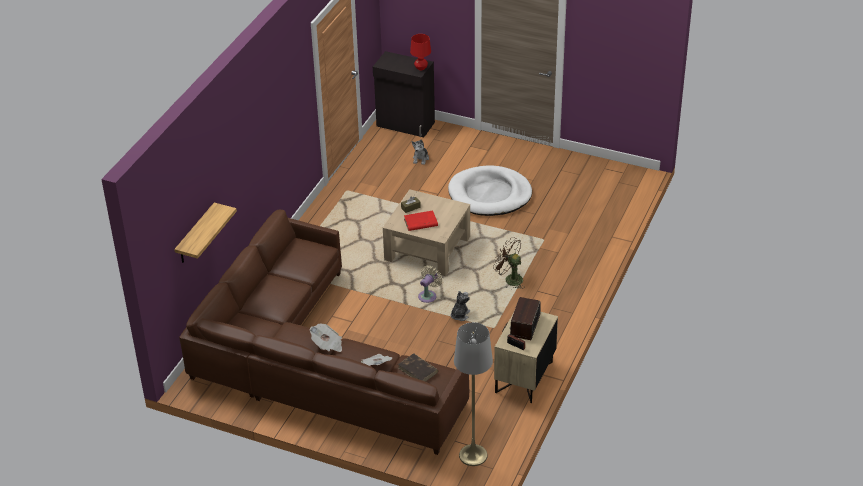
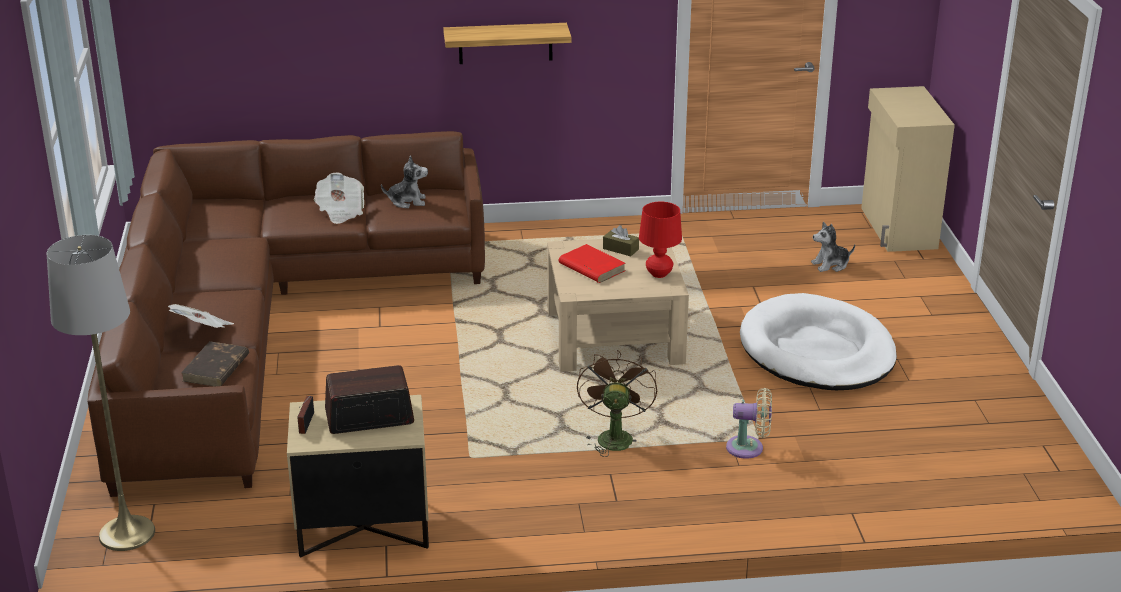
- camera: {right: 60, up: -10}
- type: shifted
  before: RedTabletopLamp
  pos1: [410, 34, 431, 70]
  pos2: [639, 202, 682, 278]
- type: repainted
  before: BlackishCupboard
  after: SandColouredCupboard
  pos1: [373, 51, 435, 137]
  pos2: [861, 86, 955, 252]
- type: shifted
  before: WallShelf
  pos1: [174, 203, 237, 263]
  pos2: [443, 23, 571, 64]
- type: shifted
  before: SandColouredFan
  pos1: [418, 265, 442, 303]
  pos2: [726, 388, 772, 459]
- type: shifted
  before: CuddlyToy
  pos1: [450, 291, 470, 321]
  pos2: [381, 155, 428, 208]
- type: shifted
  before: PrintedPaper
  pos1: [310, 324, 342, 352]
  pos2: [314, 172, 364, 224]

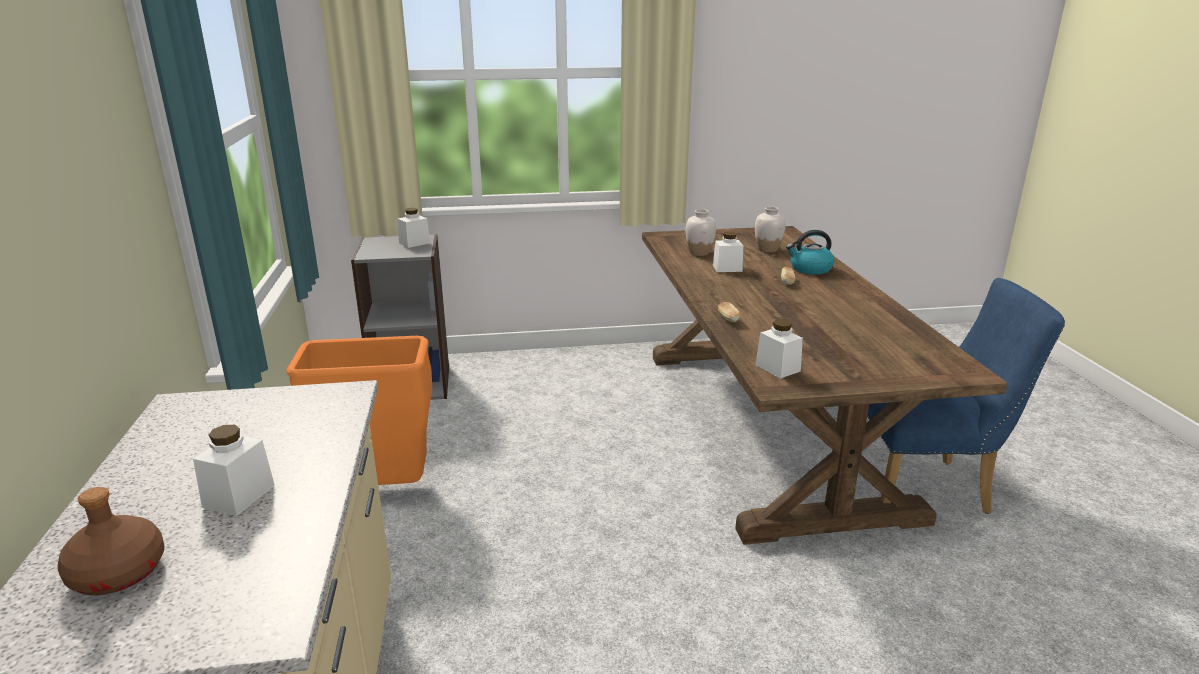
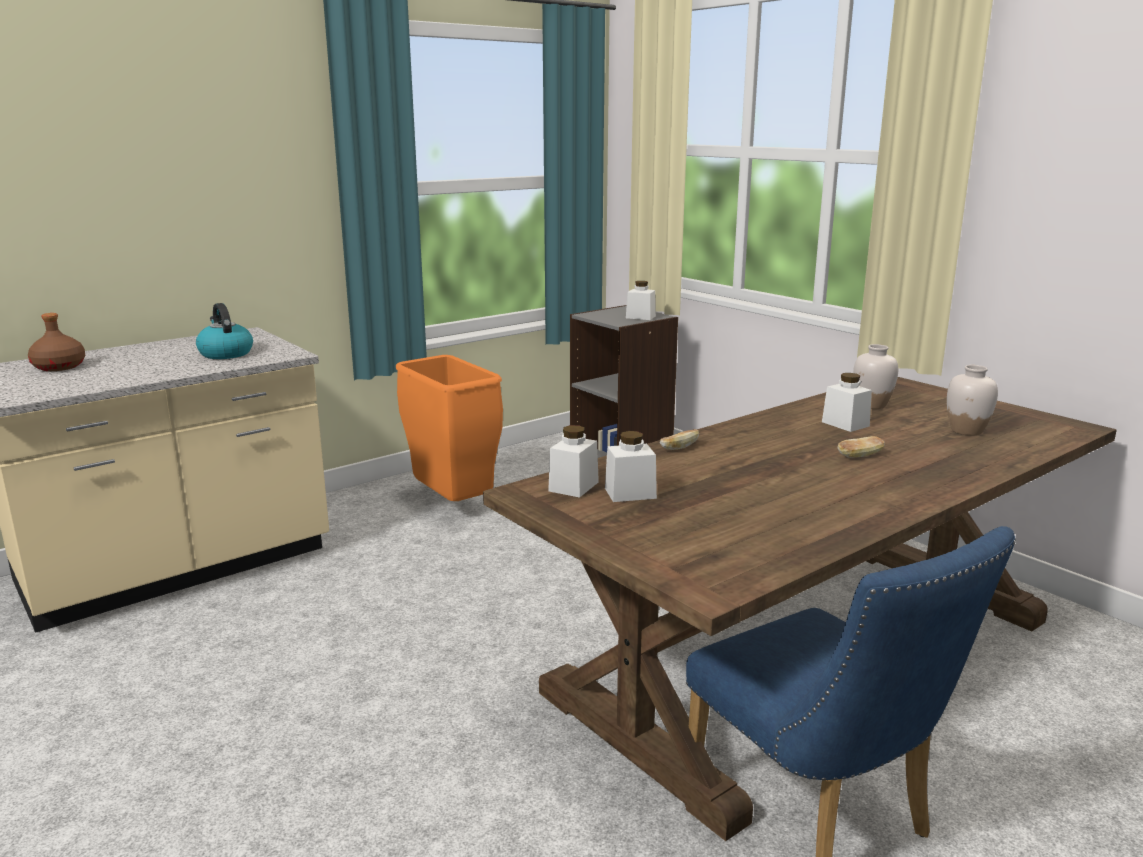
- camera: {right: 60, up: -5}
- type: shifted
  before: WaterKettle
  pos1: [786, 230, 834, 275]
  pos2: [196, 303, 253, 359]
- type: shifted
  before: WhiteColouredStorageJar
  pos1: [193, 425, 275, 516]
  pos2: [605, 431, 657, 502]

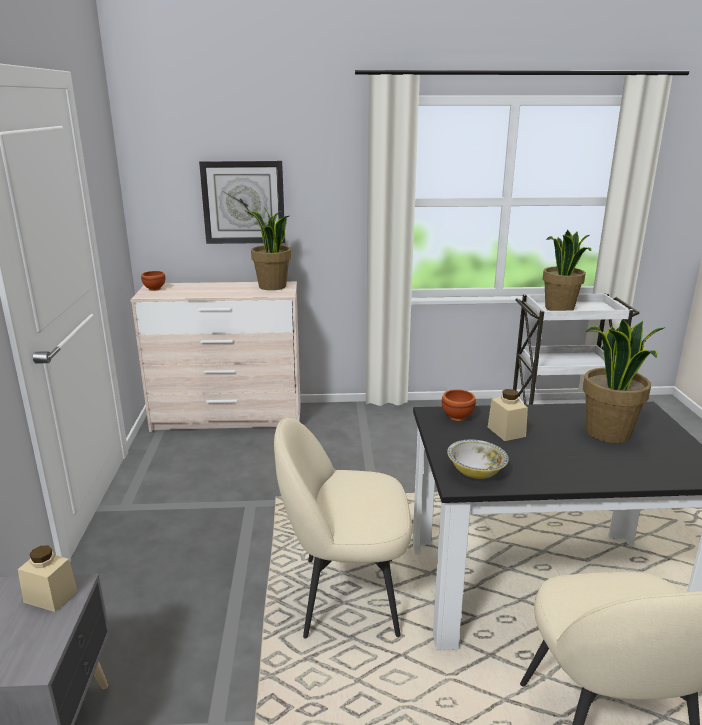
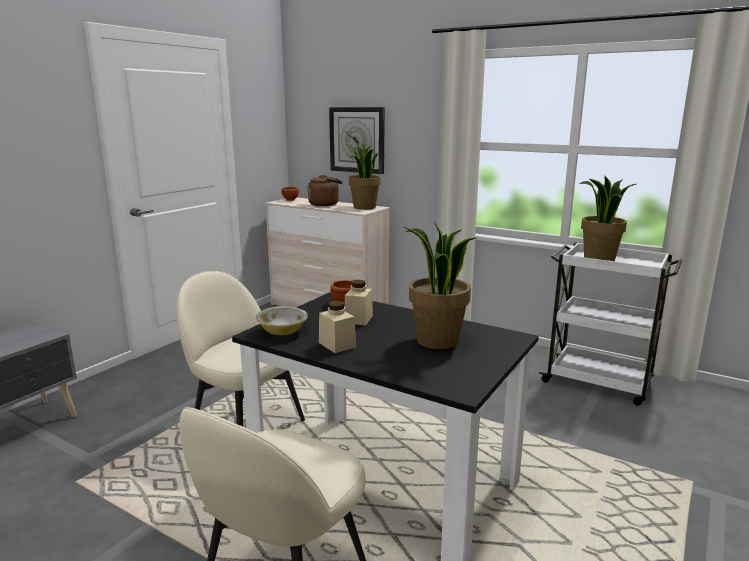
- camera: {right: 35, up: -5}
- type: shifted
  before: SandColouredStorageJar
  pos1: [18, 546, 78, 612]
  pos2: [319, 301, 356, 353]
- type: new
  after: BrownColouredWaterKettle
  pos2: [308, 175, 343, 206]

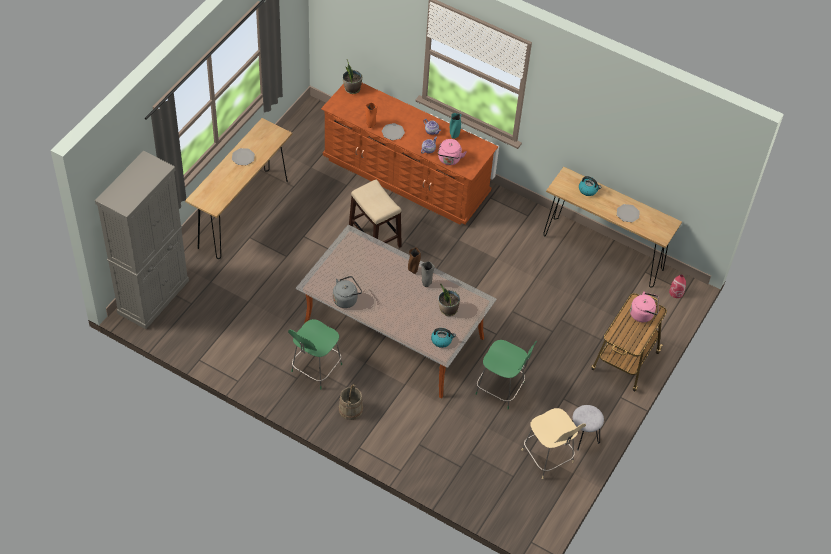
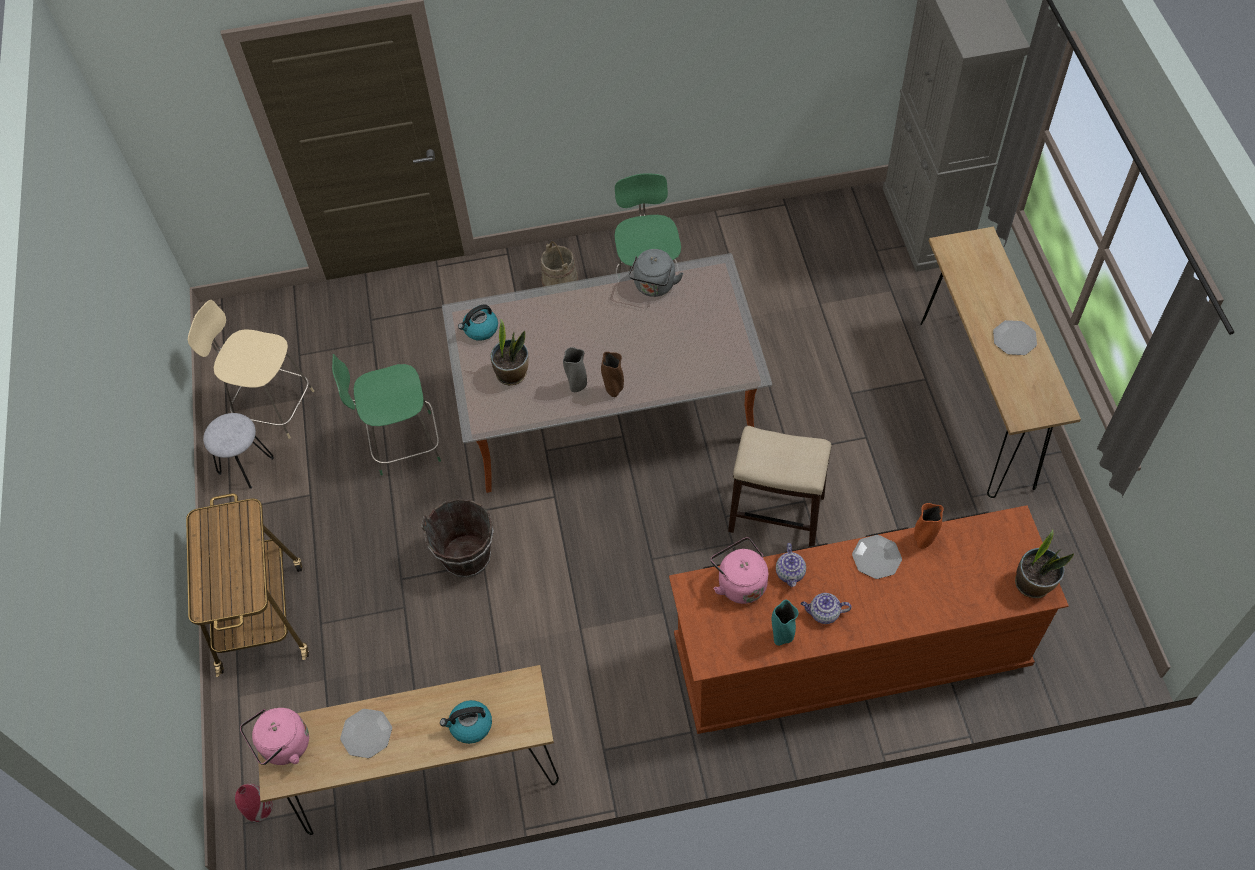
- camera: {right: 145, up: 5}
- type: shifted
  before: PinkishWaterKettle
  pos1: [630, 291, 659, 322]
  pos2: [240, 708, 309, 765]
- type: new
  after: BrownColouredWaterBucket
  pos2: [421, 499, 494, 578]

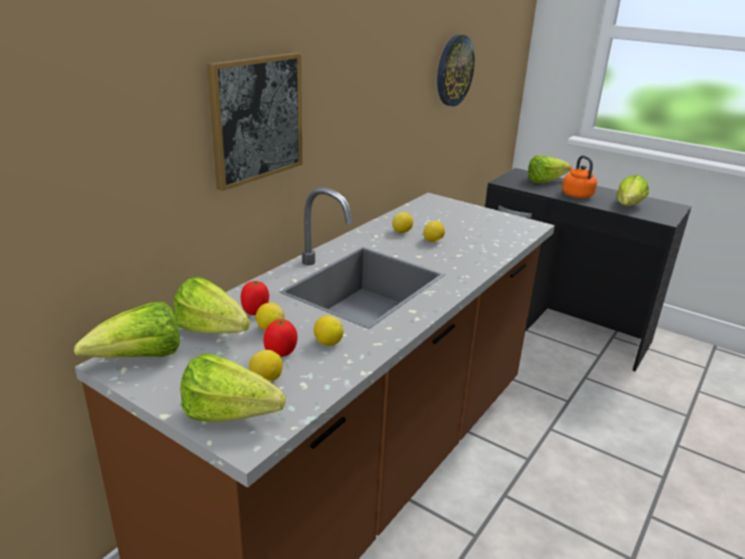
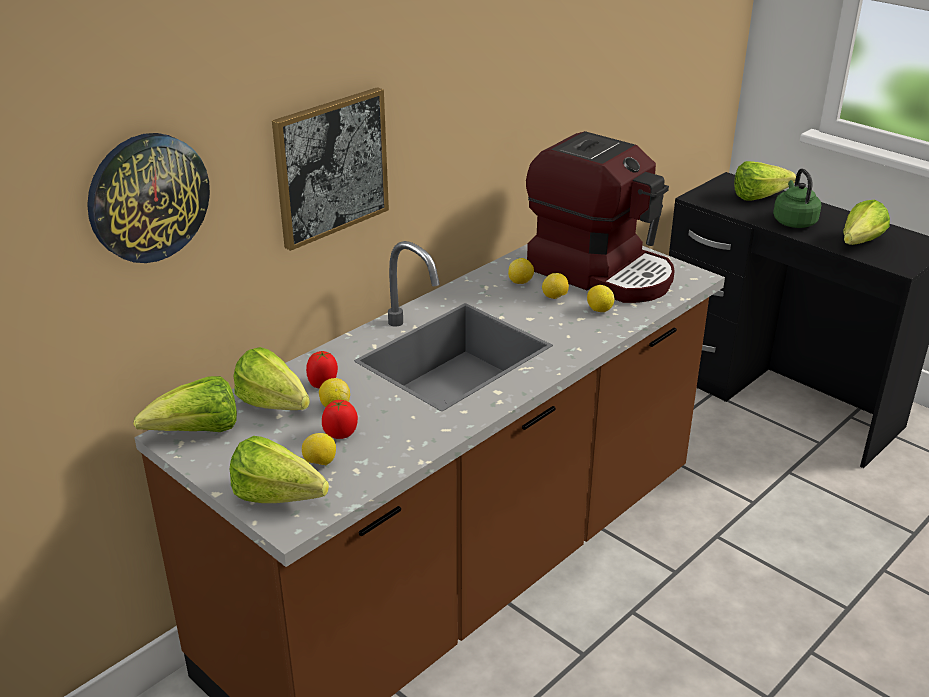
- camera: {right: 10, up: 5}
- type: shifted
  before: WallClock
  pos1: [437, 35, 475, 106]
  pos2: [87, 133, 210, 263]
- type: repainted
  before: OrangeyWaterKettle
  after: GreenishWaterKettle
  pos1: [562, 155, 597, 198]
  pos2: [773, 169, 821, 228]
- type: shifted
  before: WholeLemon
  pos1: [314, 315, 344, 345]
  pos2: [587, 285, 614, 312]
- type: new
  after: CoffeeMachine
  pos2: [526, 131, 675, 303]

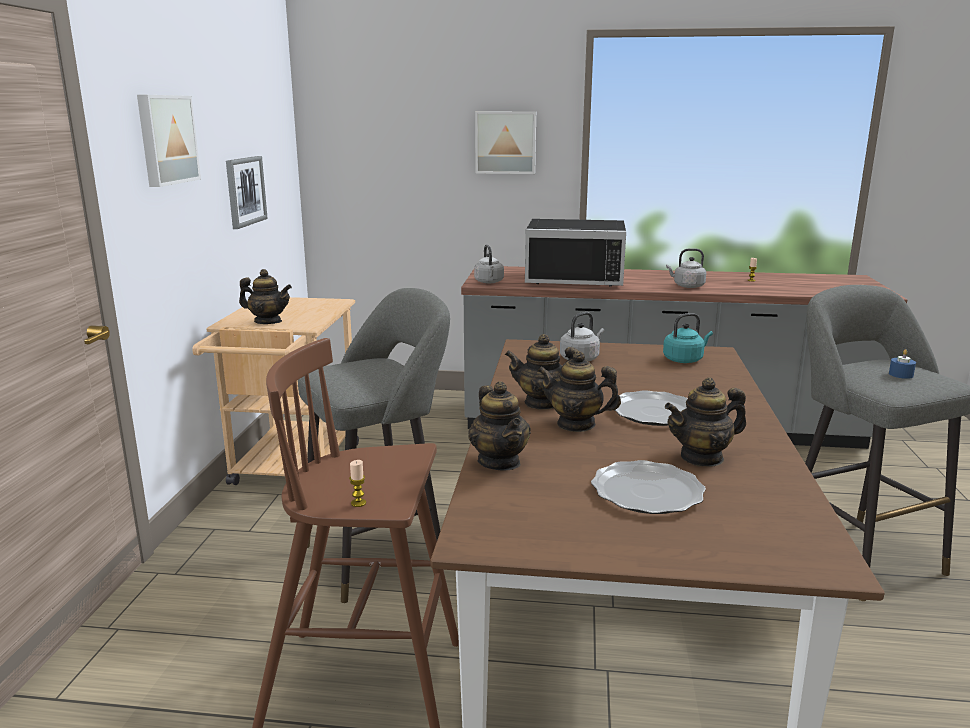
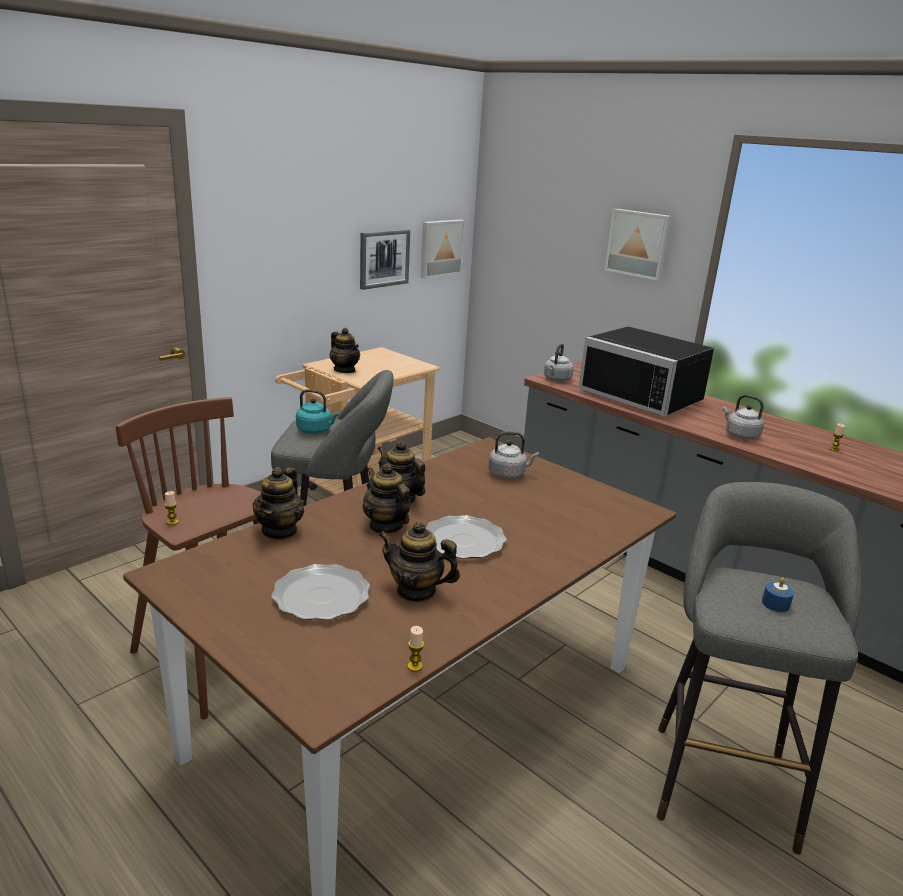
- camera: {right: 35, up: 5}
- type: shifted
  before: Picture
  pos1: [137, 95, 201, 187]
  pos2: [421, 219, 465, 279]
- type: shifted
  before: BlueGreenWaterKettle
  pos1: [663, 313, 713, 363]
  pos2: [296, 389, 339, 434]
- type: new
  after: WaxLight
  pos2: [408, 626, 424, 672]

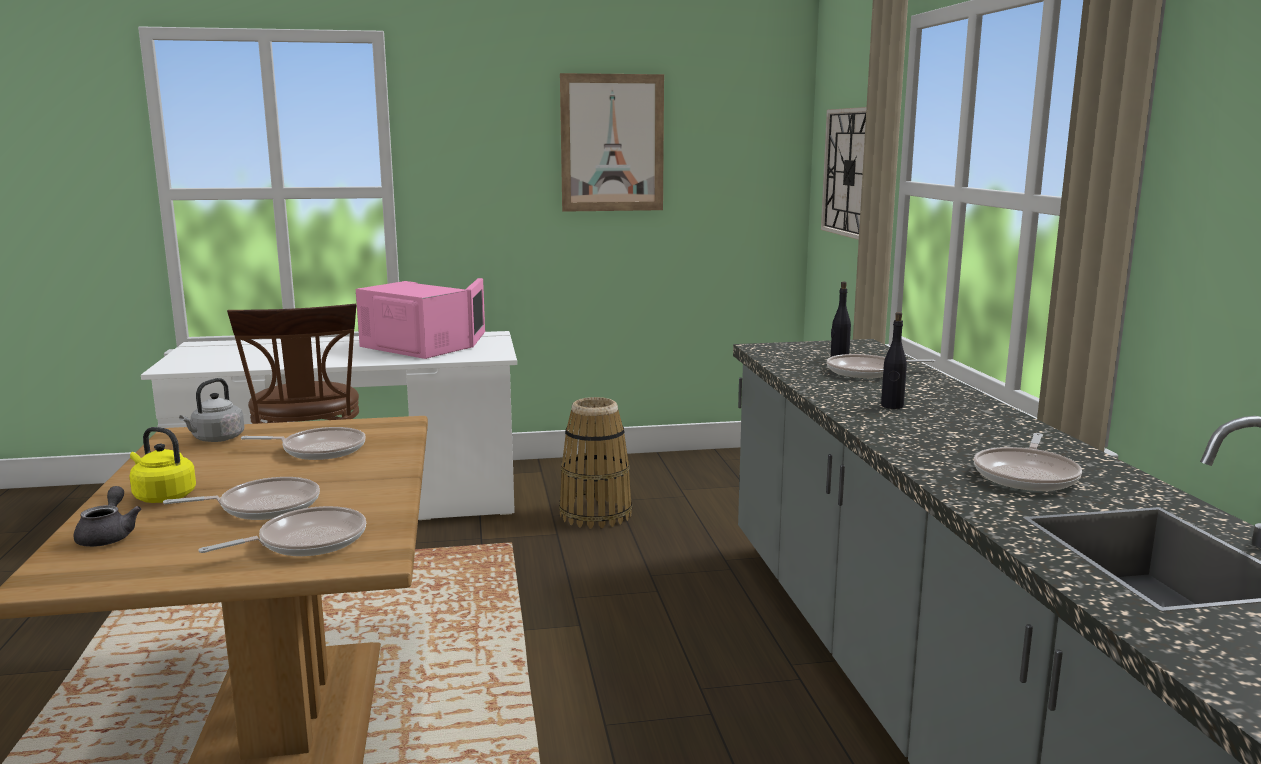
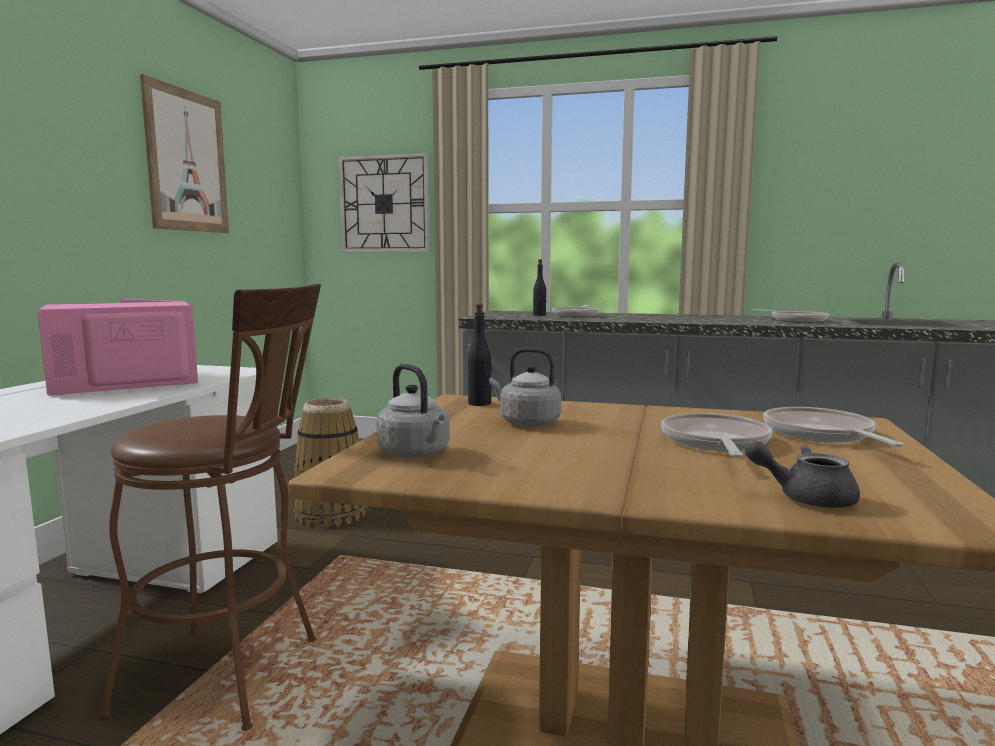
- camera: {right: -65, up: -5}
- type: shifted
  before: BlackishDrinkBottle
  pos1: [881, 312, 907, 409]
  pos2: [468, 304, 492, 406]
- type: gone
  before: YellowWaterKettle
  pos1: [129, 427, 196, 503]
- type: swapped
  before: Pan
  after: GreyWaterKettle
  pos1: [241, 427, 366, 460]
  pos2: [489, 348, 561, 427]

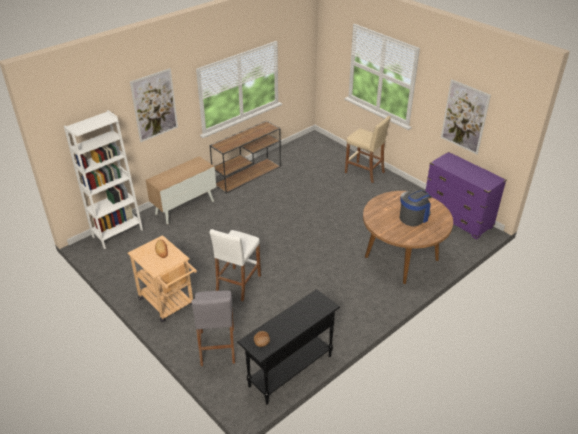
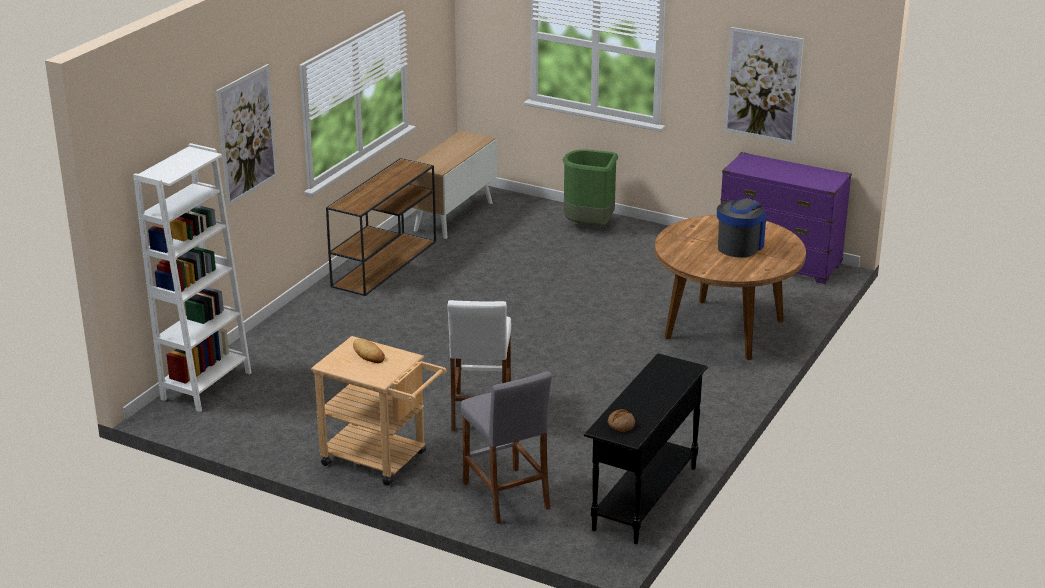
- camera: {right: -20, up: -10}
- type: swapped
  before: SandColouredStoolSeat
  after: GreenishRubbishBin
  pos1: [345, 116, 391, 183]
  pos2: [563, 149, 618, 226]
- type: shifted
  before: Cupboard
  pos1: [146, 156, 216, 224]
  pos2: [410, 131, 497, 239]

